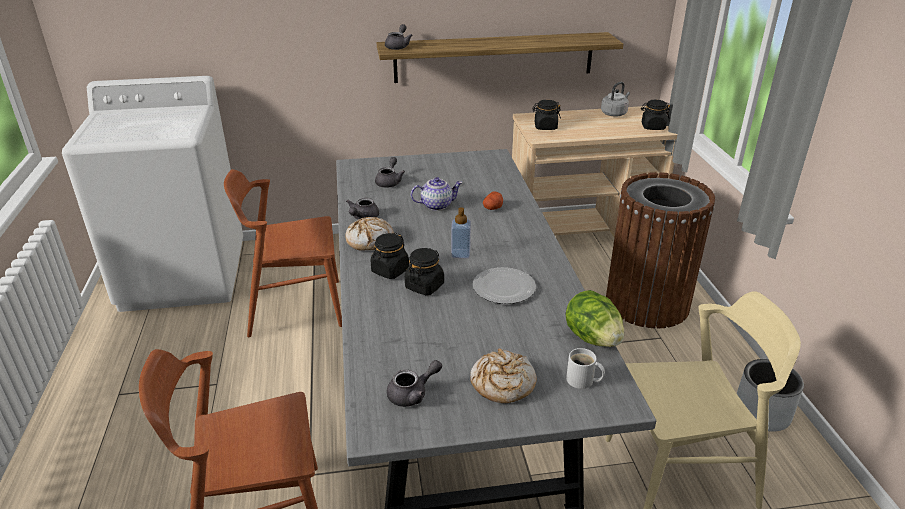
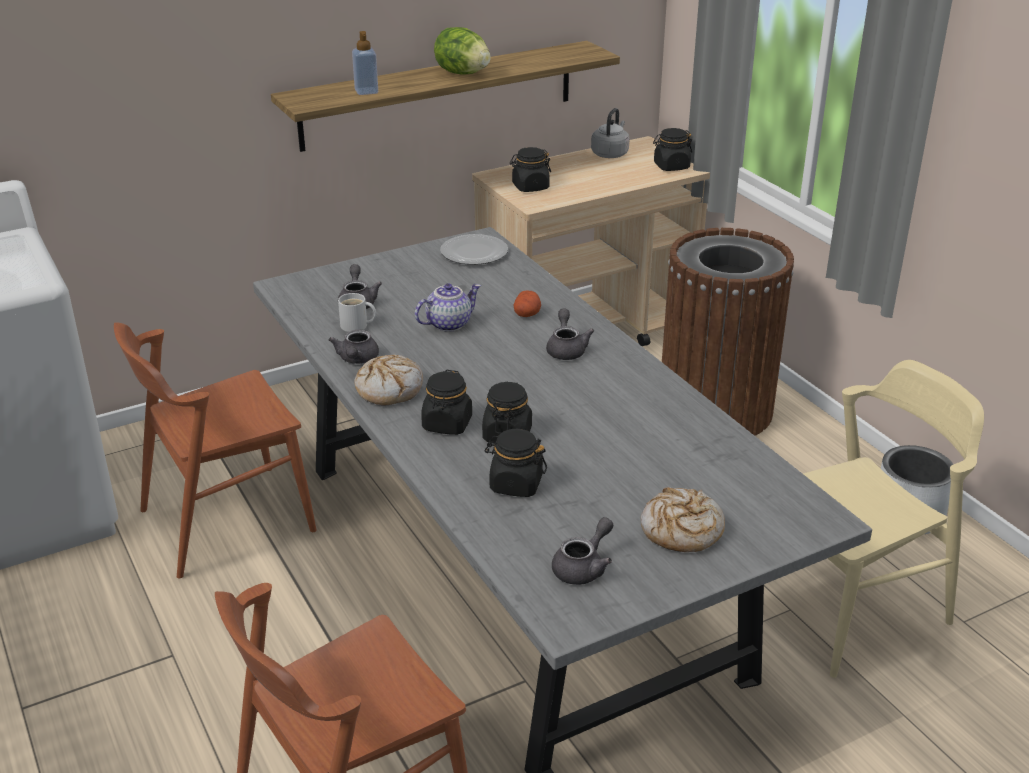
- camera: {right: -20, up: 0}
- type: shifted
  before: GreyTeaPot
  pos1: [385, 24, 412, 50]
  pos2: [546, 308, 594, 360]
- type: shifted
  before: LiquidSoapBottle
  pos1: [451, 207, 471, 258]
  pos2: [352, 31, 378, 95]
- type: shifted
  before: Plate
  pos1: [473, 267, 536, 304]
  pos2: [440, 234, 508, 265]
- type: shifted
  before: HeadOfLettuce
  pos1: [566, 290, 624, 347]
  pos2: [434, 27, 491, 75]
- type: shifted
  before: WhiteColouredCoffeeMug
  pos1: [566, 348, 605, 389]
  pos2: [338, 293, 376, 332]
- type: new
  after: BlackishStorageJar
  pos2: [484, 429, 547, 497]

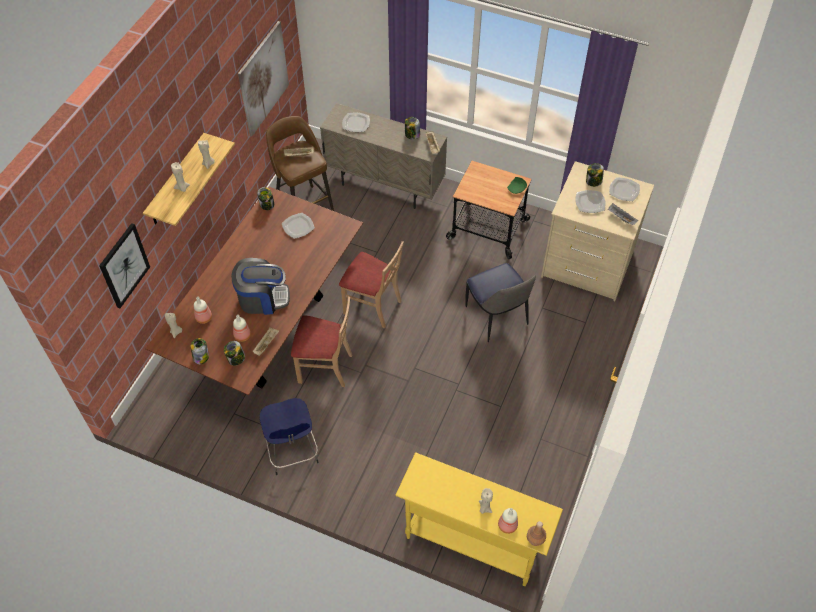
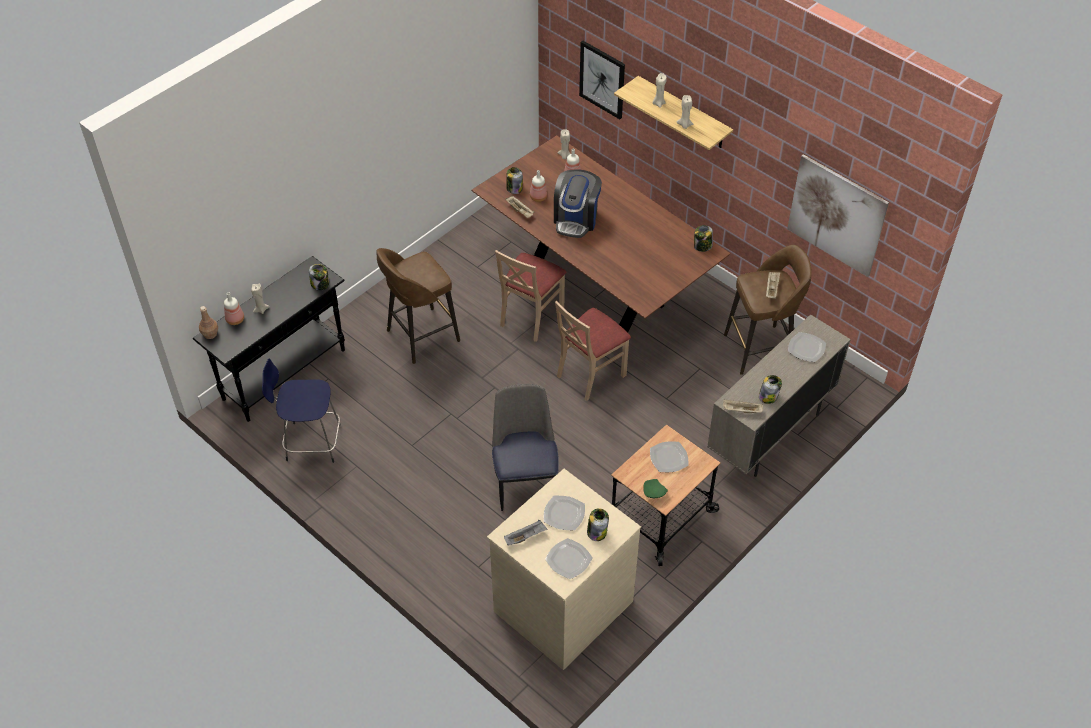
- camera: {right: 110, up: -5}
- type: shifted
  before: Plate
  pos1: [282, 213, 315, 239]
  pos2: [650, 441, 689, 472]
- type: rotated
  before: UprightChair
  pos1: [466, 263, 536, 342]
  pos2: [492, 384, 559, 511]
  turn: 90
- type: shifted
  before: StorageJar
  pos1: [191, 338, 209, 364]
  pos2: [309, 264, 329, 290]
- type: shifted
  before: BlueColouredStoolSeat
  pos1: [260, 398, 319, 475]
  pos2: [262, 359, 341, 463]
- type: repainted
  before: YellowNarrowTable
  after: BlackishNarrowTable
  pos1: [395, 452, 563, 586]
  pos2: [193, 256, 345, 422]
- type: new
  after: BrownColouredStoolSeat
  pos2: [377, 248, 460, 364]

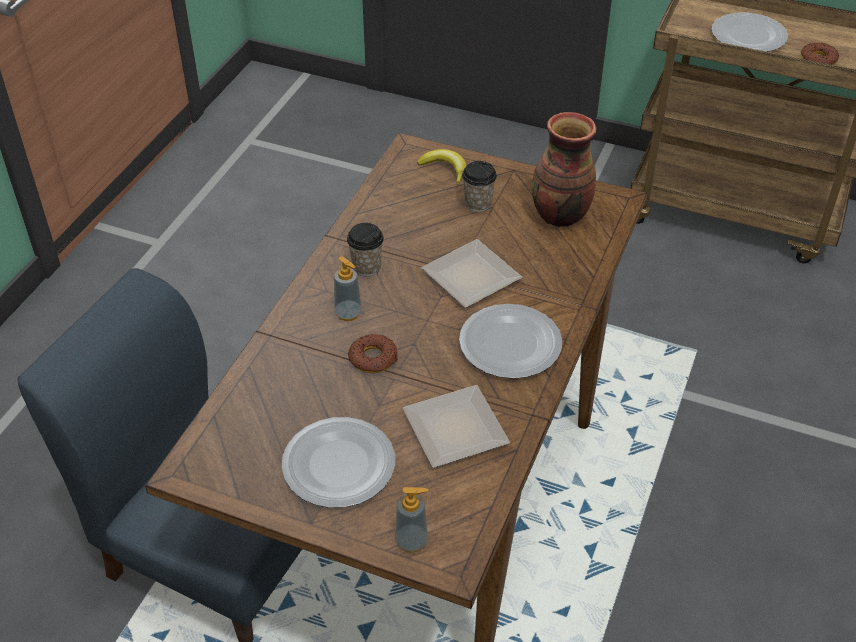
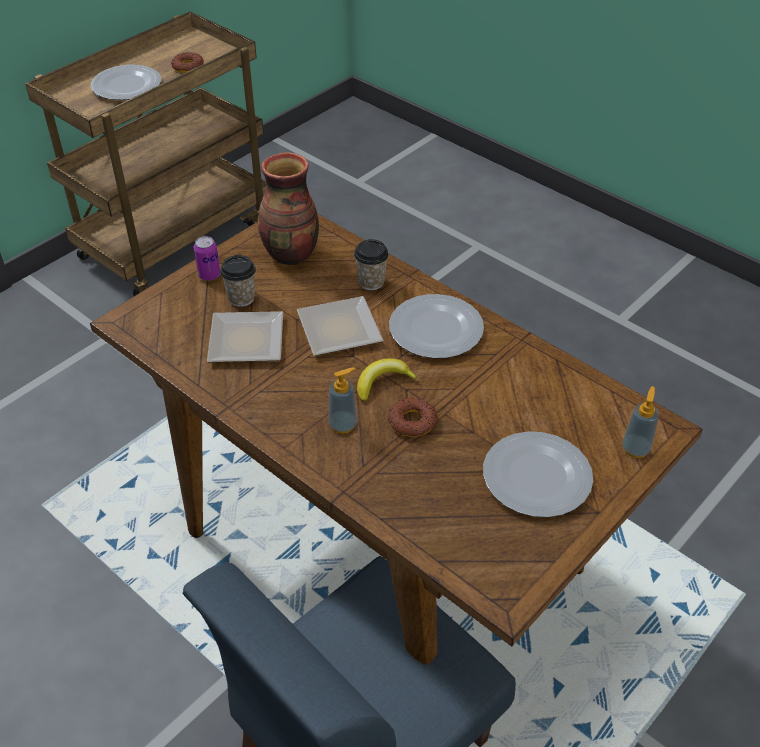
- camera: {right: -70, up: 0}
- type: shifted
  before: BananaFruit
  pos1: [417, 149, 467, 185]
  pos2: [357, 358, 419, 402]
- type: shifted
  before: SmallCup
  pos1: [347, 223, 384, 276]
  pos2: [354, 239, 389, 290]
- type: shifted
  before: Plate
  pos1: [403, 385, 510, 468]
  pos2: [207, 311, 283, 362]
- type: new
  after: SealedCan
  pos2: [194, 236, 220, 281]

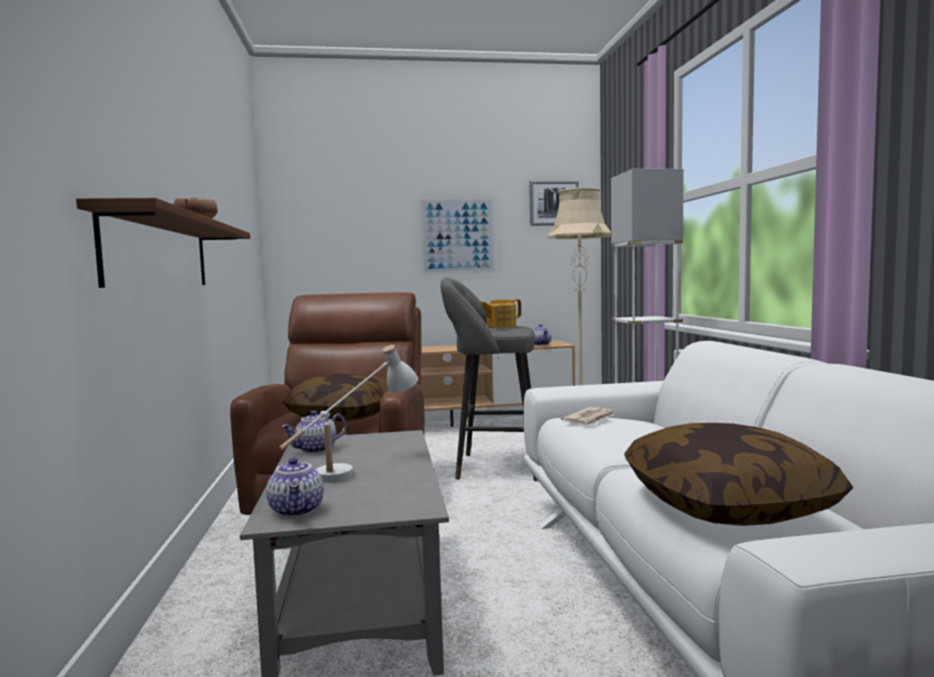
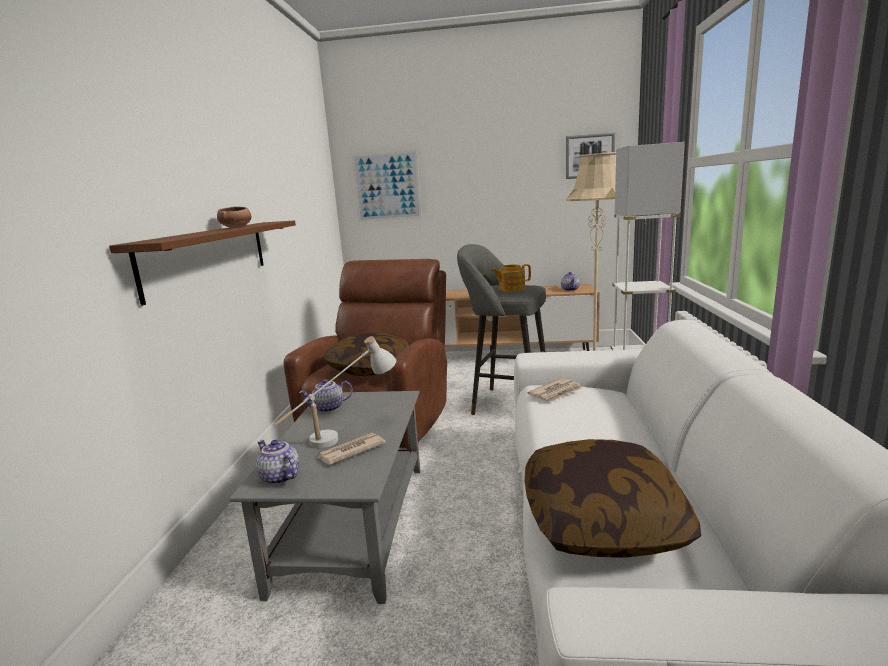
- camera: {right: 15, up: 10}
- type: shifted
  before: Picture
  pos1: [419, 198, 496, 275]
  pos2: [352, 150, 422, 222]
- type: rotated
  before: TeaPot
  pos1: [266, 457, 324, 517]
  pos2: [256, 440, 299, 485]
  turn: 135
- type: new
  after: PrintedPaper
  pos2: [316, 433, 386, 465]

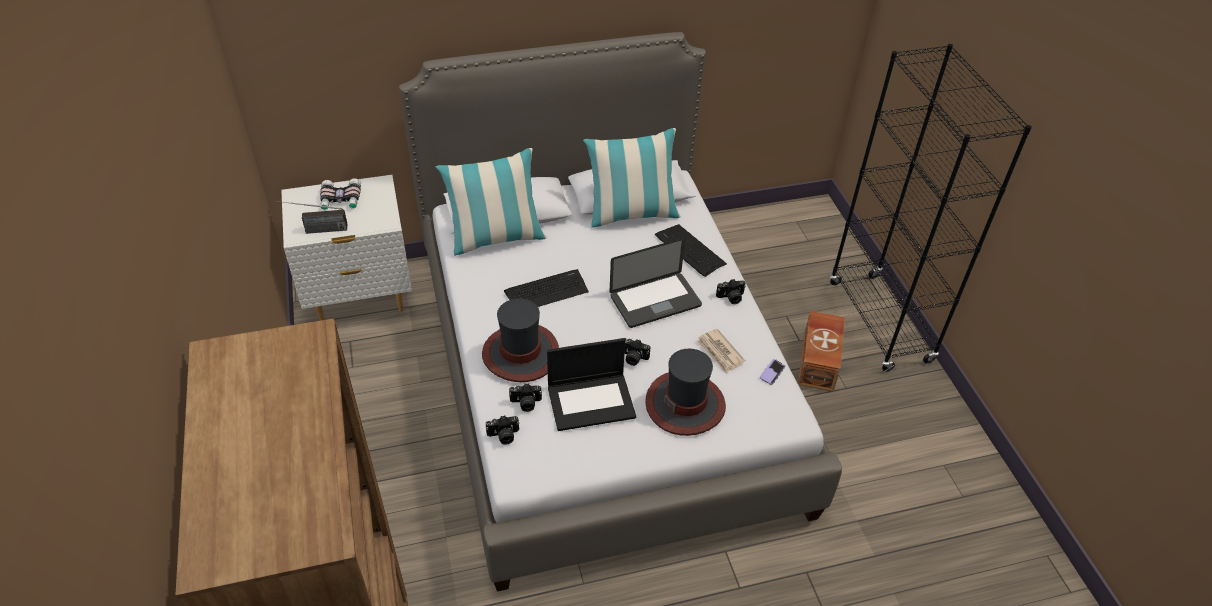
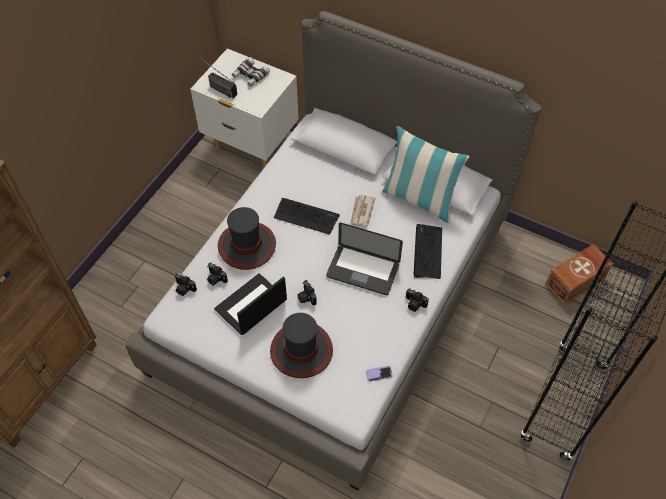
- camera: {right: 45, up: 10}
- type: gone
  before: Cushion
  pos1: [435, 148, 547, 256]
- type: shifted
  before: BrownColouredStorageContainer
  pos1: [798, 311, 845, 392]
  pos2: [545, 244, 613, 304]
- type: shifted
  before: PrintedPaper
  pos1: [697, 329, 745, 373]
  pos2: [350, 195, 375, 227]
- type: rotated
  before: NotebookComputer
  pos1: [547, 338, 636, 431]
  pos2: [214, 273, 287, 335]
  turn: 105

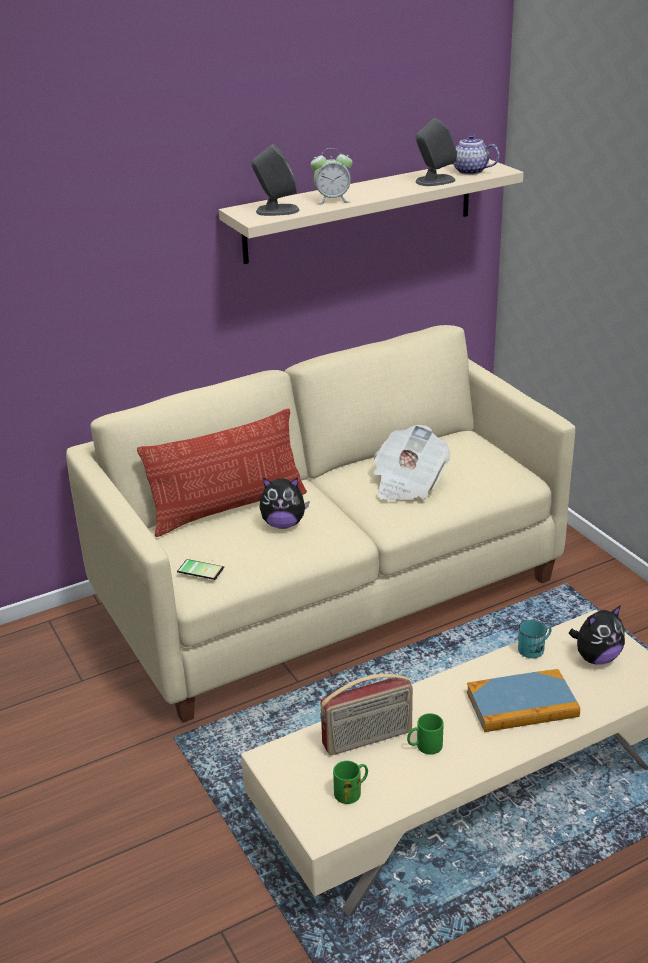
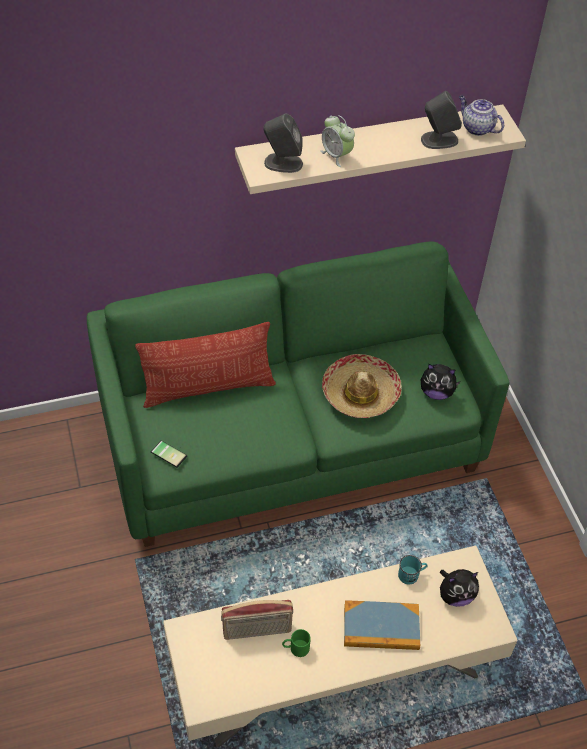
- camera: {right: 10, up: 20}
- type: rotated
  before: TableClock
  pos1: [311, 148, 353, 205]
  pos2: [320, 115, 355, 167]
  turn: 45
- type: repainted
  before: SandColouredSofa
  after: GreenishSofa
  pos1: [66, 325, 575, 723]
  pos2: [87, 242, 510, 547]
- type: swapped
  before: PrintedPaper
  after: WearableHat
  pos1: [374, 425, 451, 501]
  pos2: [322, 354, 402, 418]
- type: shifted
  before: CuddlyToy
  pos1: [259, 477, 310, 529]
  pos2: [421, 364, 461, 400]
- type: gone
  before: GreenishCoffeeMug
  pos1: [333, 761, 368, 804]

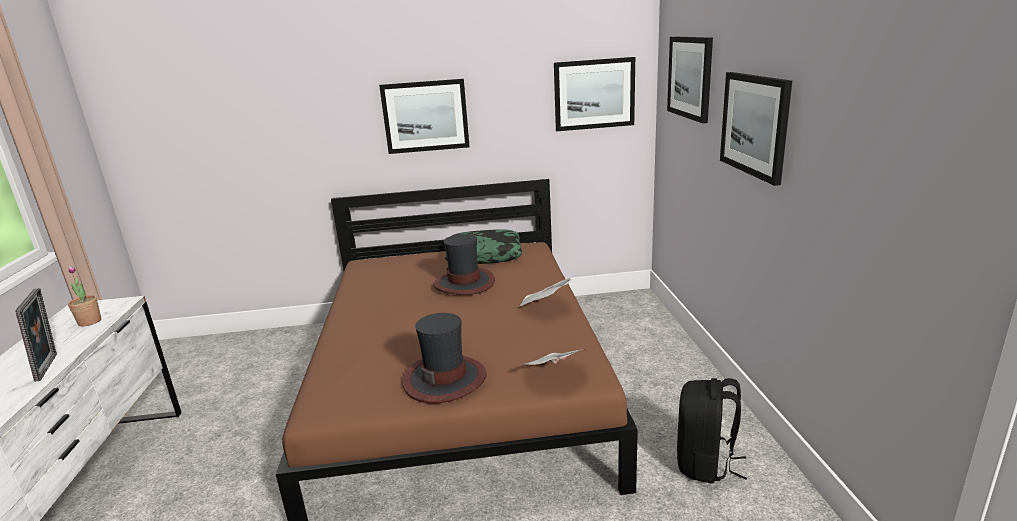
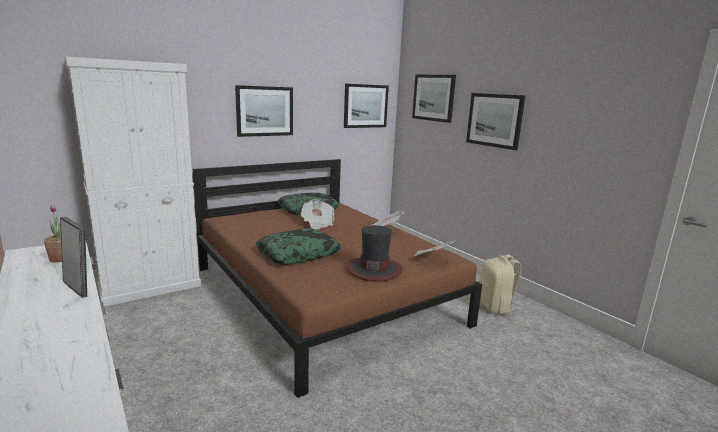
- camera: {right: -30, up: -5}
- type: swapped
  before: WearableHat
  after: PrintedPaper
  pos1: [434, 234, 495, 295]
  pos2: [300, 199, 334, 229]
- type: repainted
  before: BlackishBackpack
  after: SandColouredBackpack
  pos1: [677, 378, 747, 483]
  pos2: [479, 255, 521, 314]
- type: new
  after: WhiteColouredCupboard
  pos2: [64, 57, 201, 307]
- type: new
  after: Cushion
  pos2: [256, 228, 341, 265]

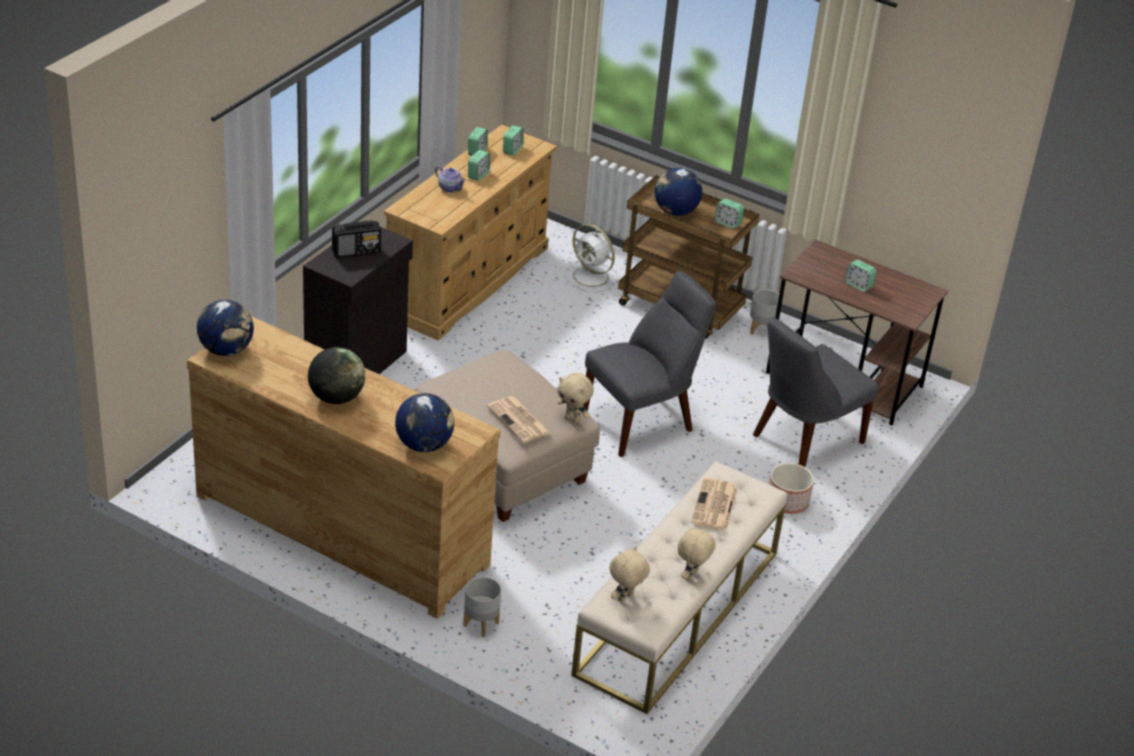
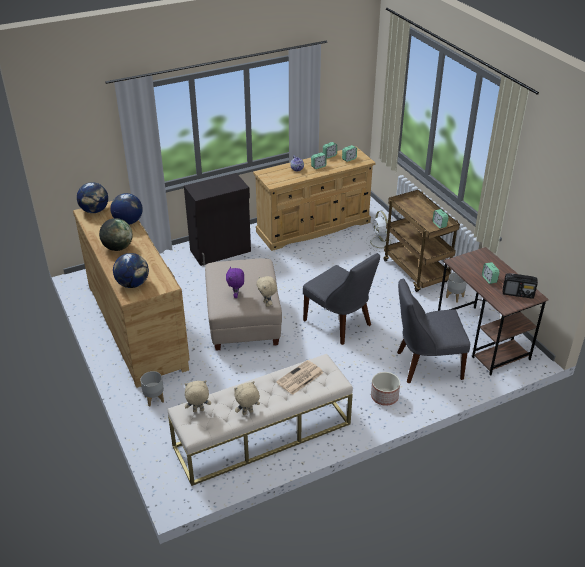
- camera: {right: 35, up: 0}
- type: shifted
  before: DeskGlobe
  pos1: [655, 168, 702, 216]
  pos2: [111, 193, 143, 225]
- type: shifted
  before: RadioReceiver
  pos1: [332, 220, 381, 258]
  pos2: [503, 273, 538, 299]
- type: rotated
  before: GreyUprightChair
  pos1: [583, 271, 716, 457]
  pos2: [303, 253, 380, 345]
  turn: 45
- type: swapped
  before: PrintedPaper
  after: PurpleCuddlyToy
  pos1: [487, 396, 551, 443]
  pos2: [226, 266, 244, 298]

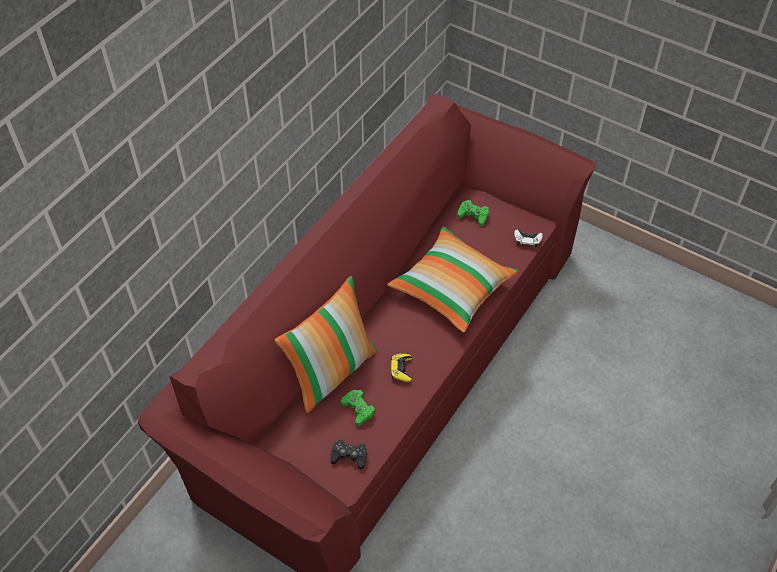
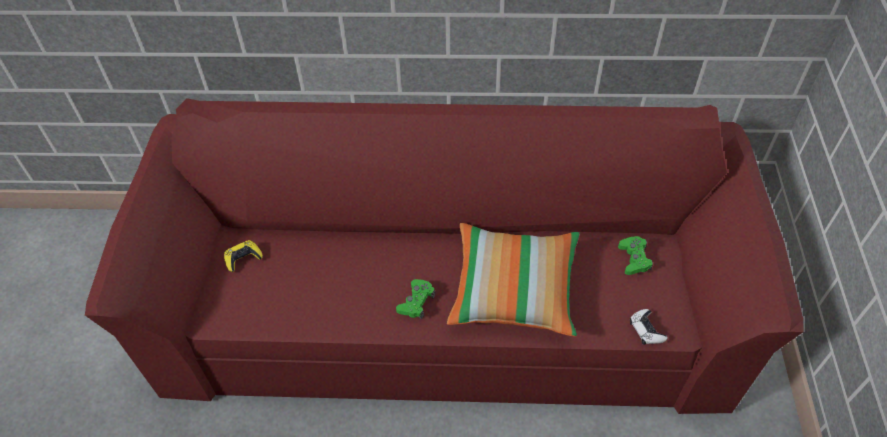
- camera: {right: 60, up: 0}
- type: gone
  before: Cushion
  pos1: [275, 276, 378, 413]
- type: shifted
  before: YellowGamepad
  pos1: [391, 354, 412, 382]
  pos2: [224, 240, 263, 272]
- type: shifted
  before: GreenishGamepad
  pos1: [341, 390, 375, 426]
  pos2: [396, 279, 435, 320]
- type: gone
  before: BlackishGamepad
  pos1: [330, 439, 367, 470]

